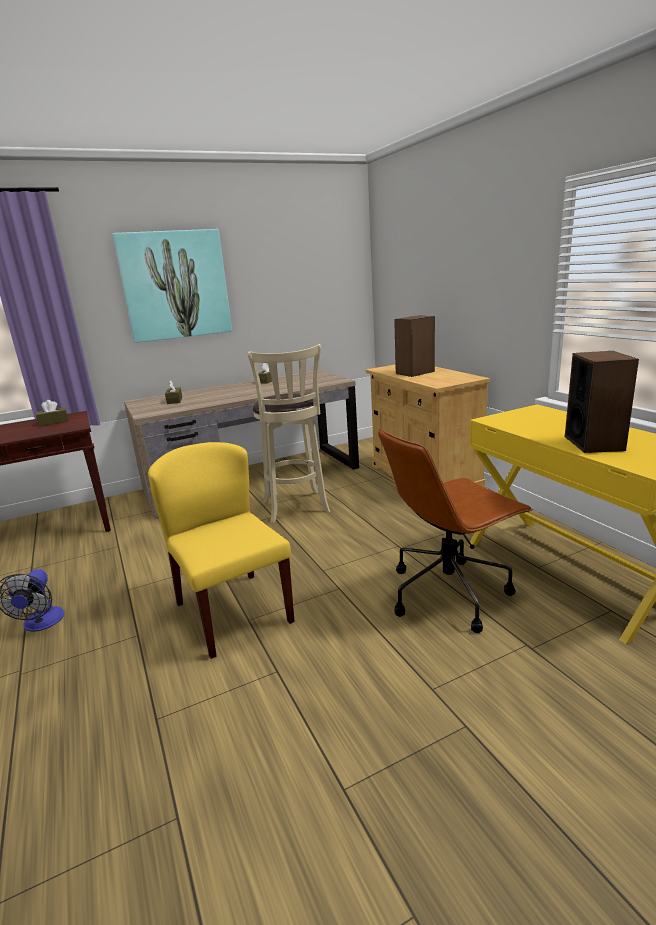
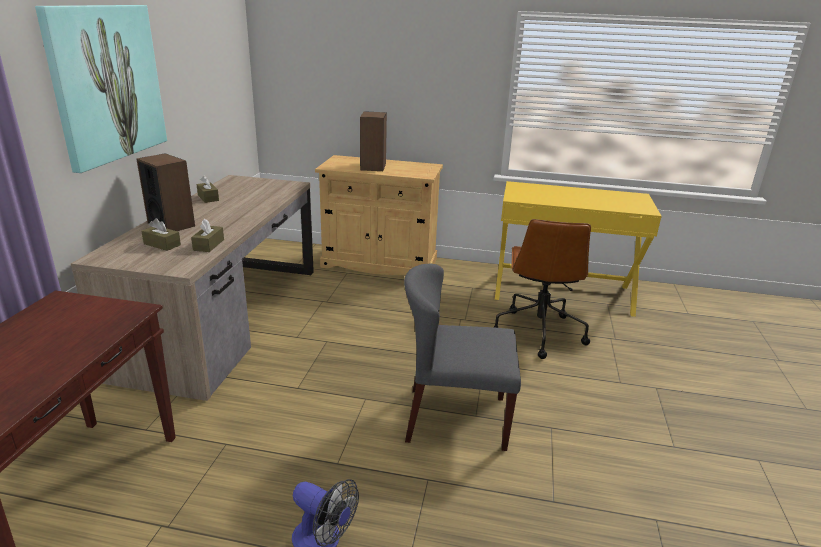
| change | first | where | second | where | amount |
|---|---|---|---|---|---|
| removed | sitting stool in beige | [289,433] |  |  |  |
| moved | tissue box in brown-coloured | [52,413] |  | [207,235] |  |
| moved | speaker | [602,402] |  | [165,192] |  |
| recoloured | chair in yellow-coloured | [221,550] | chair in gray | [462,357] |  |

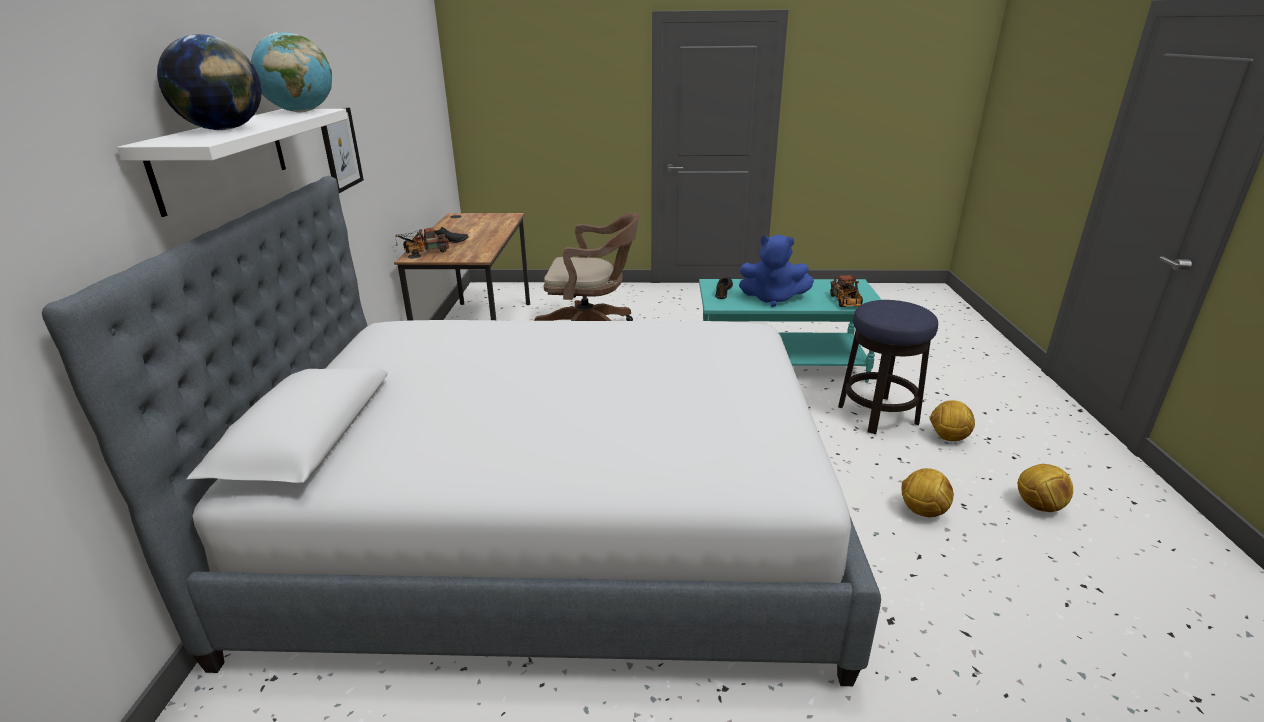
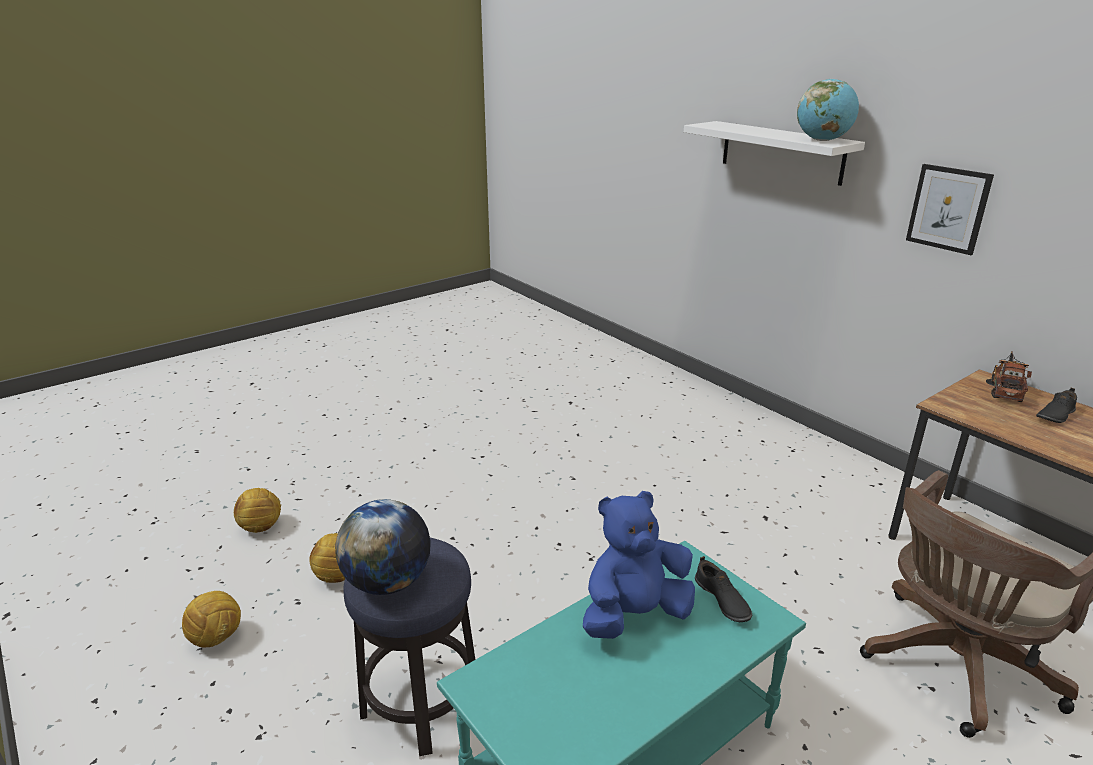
| change | first | where | second | where | amount |
|---|---|---|---|---|---|
| removed | bed | [461,431] |  |  |  |
| removed | toy truck | [846,291] |  |  |  |
| moved | globe | [209,82] |  | [383,547] |  |
| moved | ball for football | [952,420] |  | [257,510] |  |

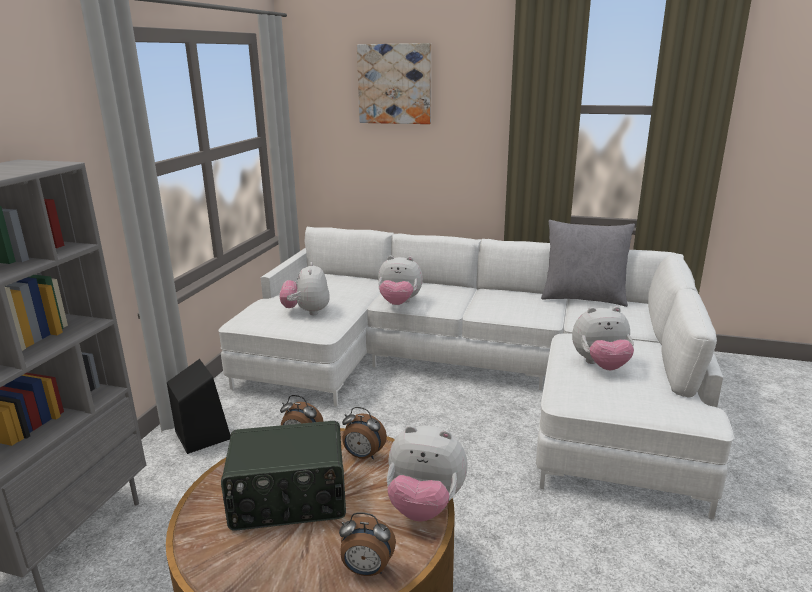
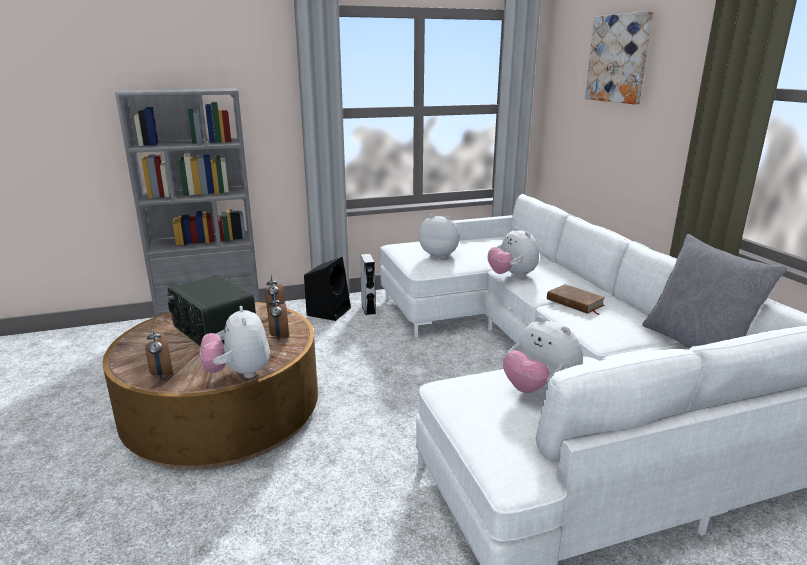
| change | first | where | second | where | amount |
|---|---|---|---|---|---|
| added |  |  | speaker in gray | [368,284] |  |
| added |  |  | bound book in brown-coloured | [576,299] |  |
| turned | cuddly toy | [304,288] |  | [439,236] | 60 degrees clockwise |

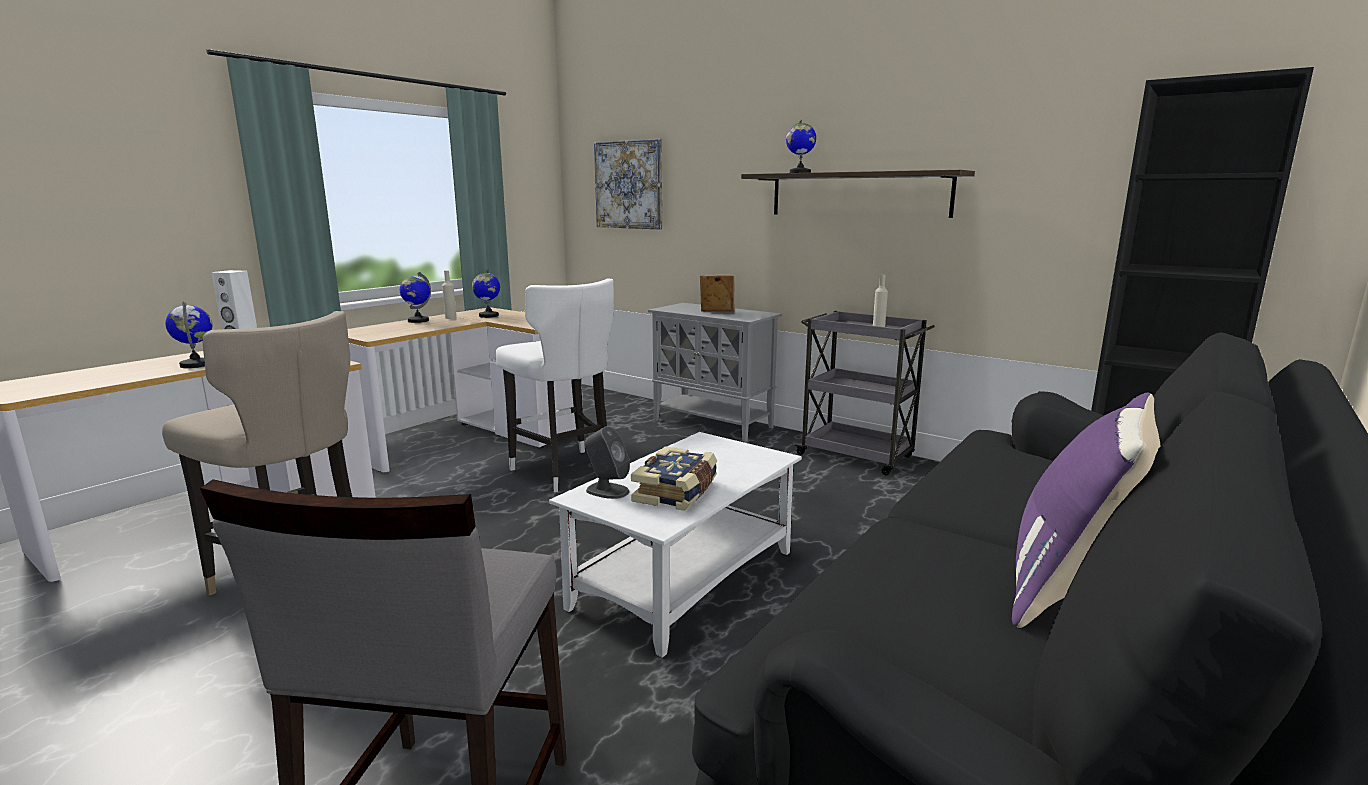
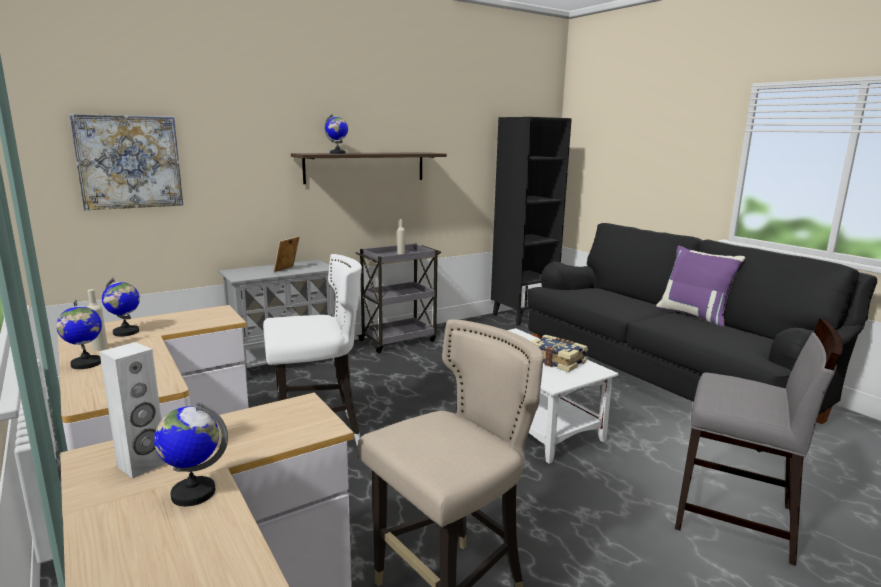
| change | first | where | second | where | amount |
|---|---|---|---|---|---|
| removed | speaker in gray | [607,462] |  |  |  |

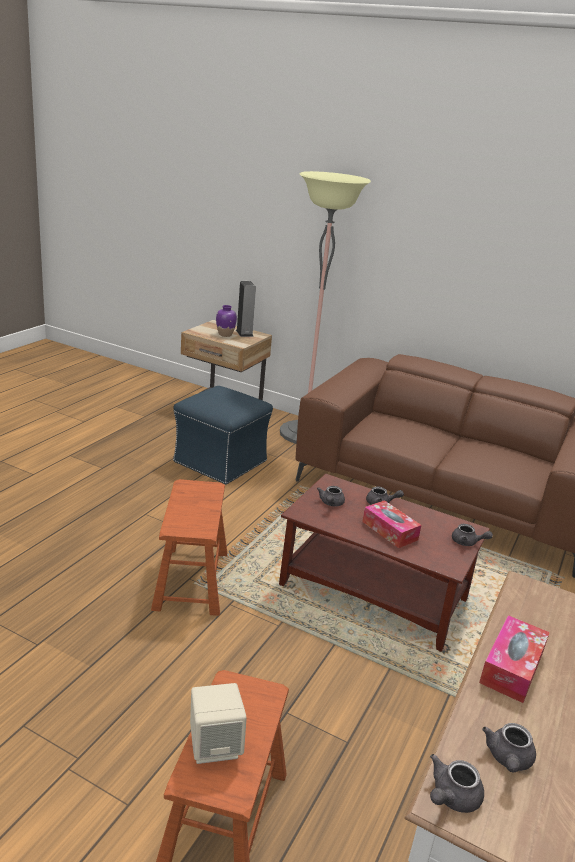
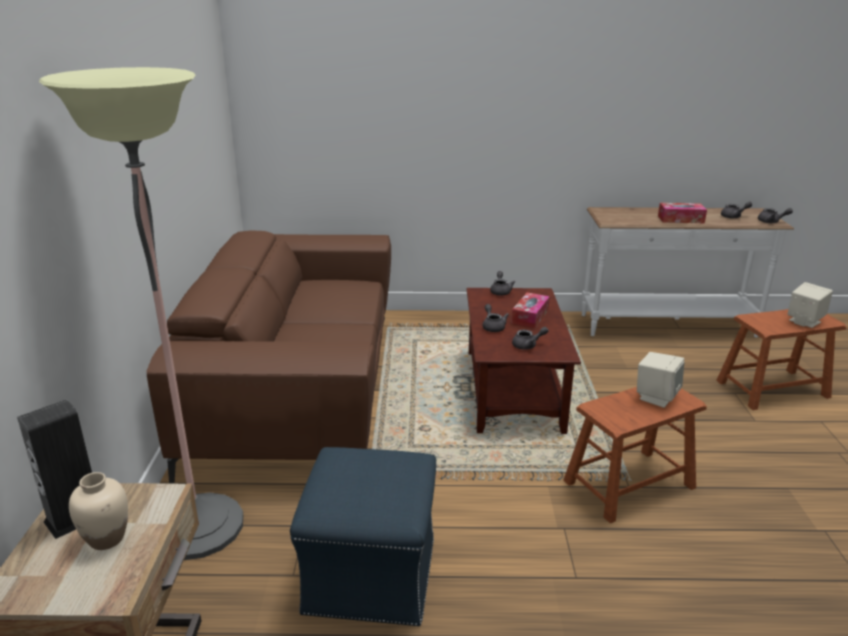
| change | first | where | second | where | amount |
|---|---|---|---|---|---|
| added |  |  | speaker in beige | [660,380] |  |
| recoloured | flower vase in purple-coloured | [226,321] | flower vase in beige | [98,511] |  |

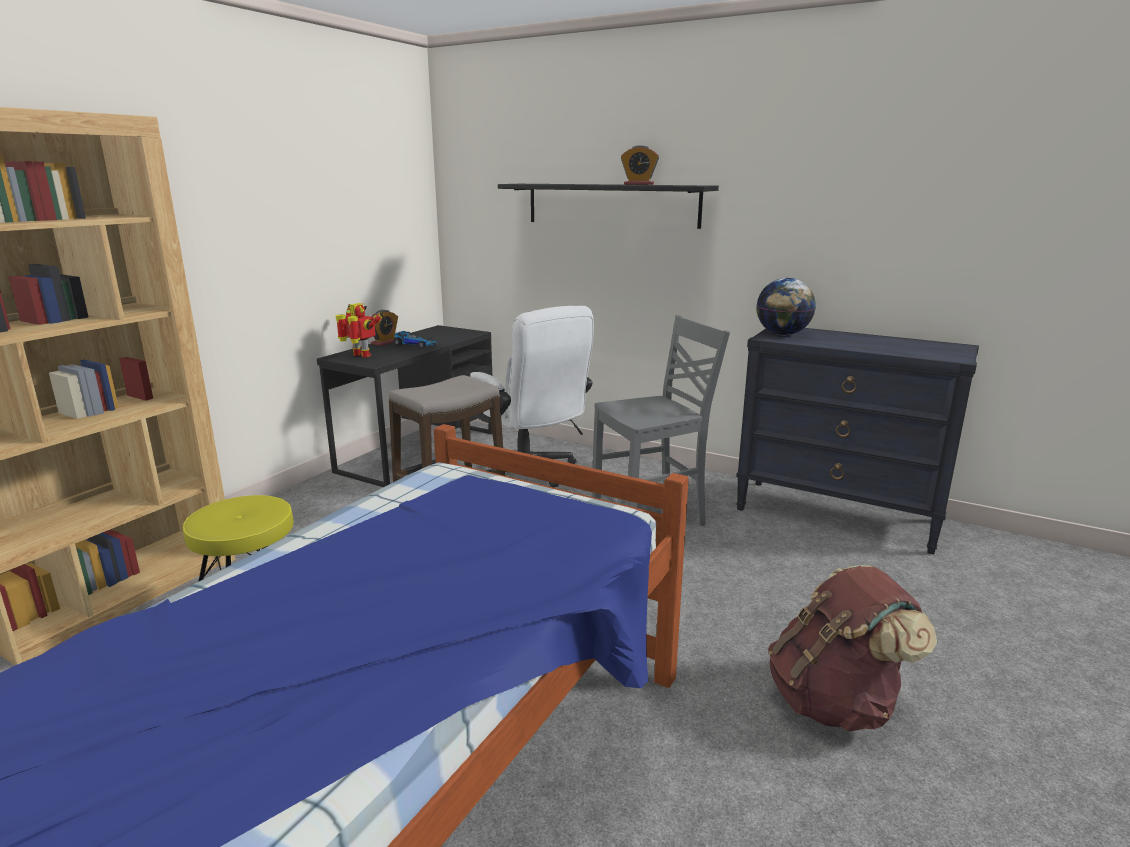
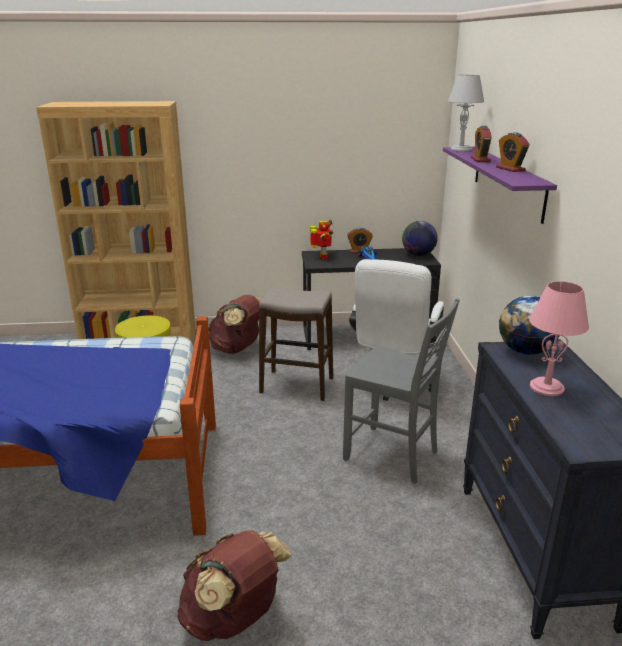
| change | first | where | second | where | amount |
|---|---|---|---|---|---|
| added |  |  | backpack in brown-coloured | [234,324] |  |
| added |  |  | globe | [420,238] |  |
| added |  |  | tabletop lamp in gray | [466,112] |  |
| added |  |  | alarm clock | [481,144] |  |
| added |  |  | tabletop lamp in pink | [559,338] |  |
| recoloured | shelf in black-coloured | [608,206] | shelf in purple-coloured | [500,185] |  |

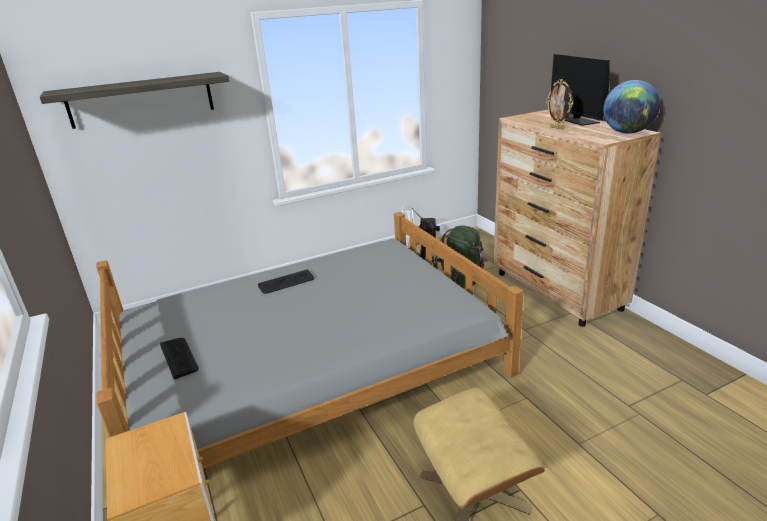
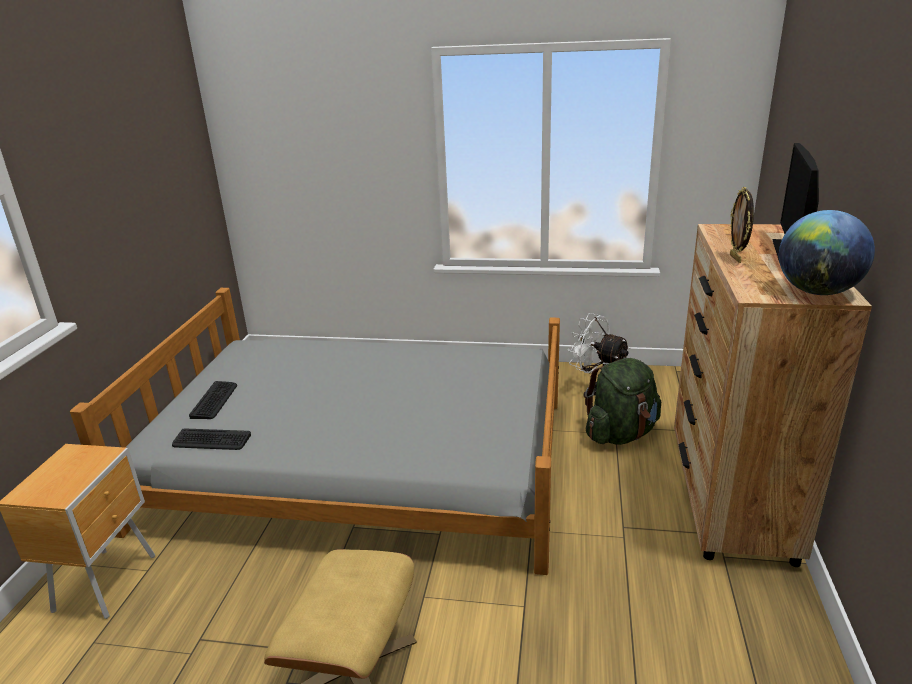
| change | first | where | second | where | amount |
|---|---|---|---|---|---|
| removed | shelf | [134,100] |  |  |  |
| moved | keyboard | [286,281] |  | [211,439] |  |

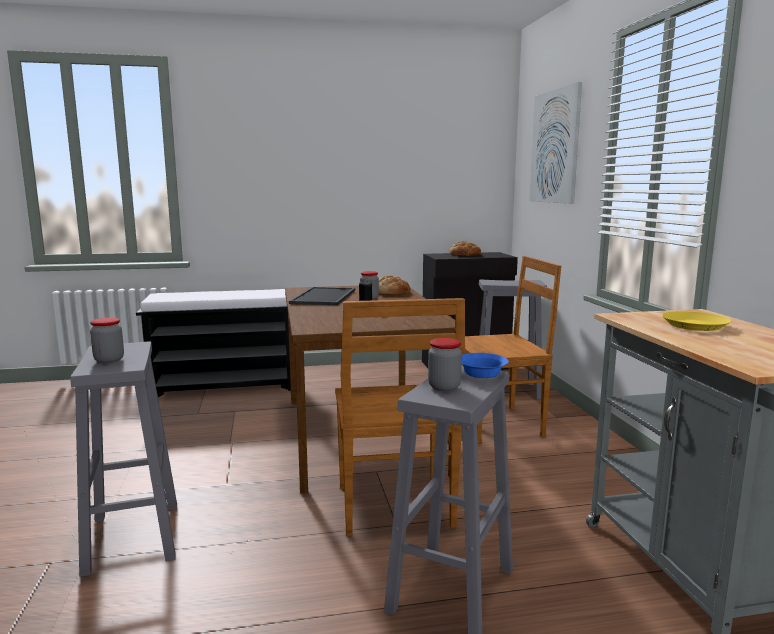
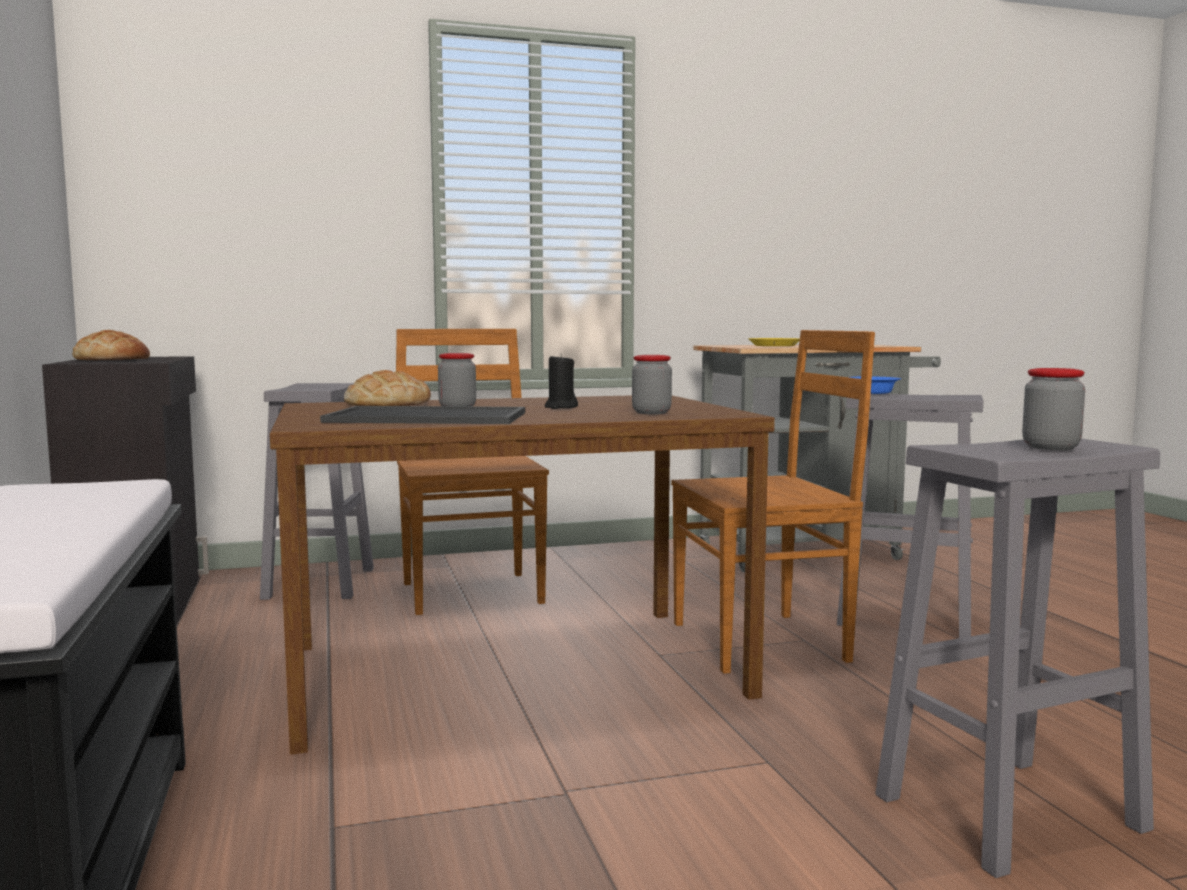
| change | first | where | second | where | amount |
|---|---|---|---|---|---|
| removed | wall picture | [555,143] |  |  |  |
| moved | storage jar | [445,364] |  | [652,384] |  |

